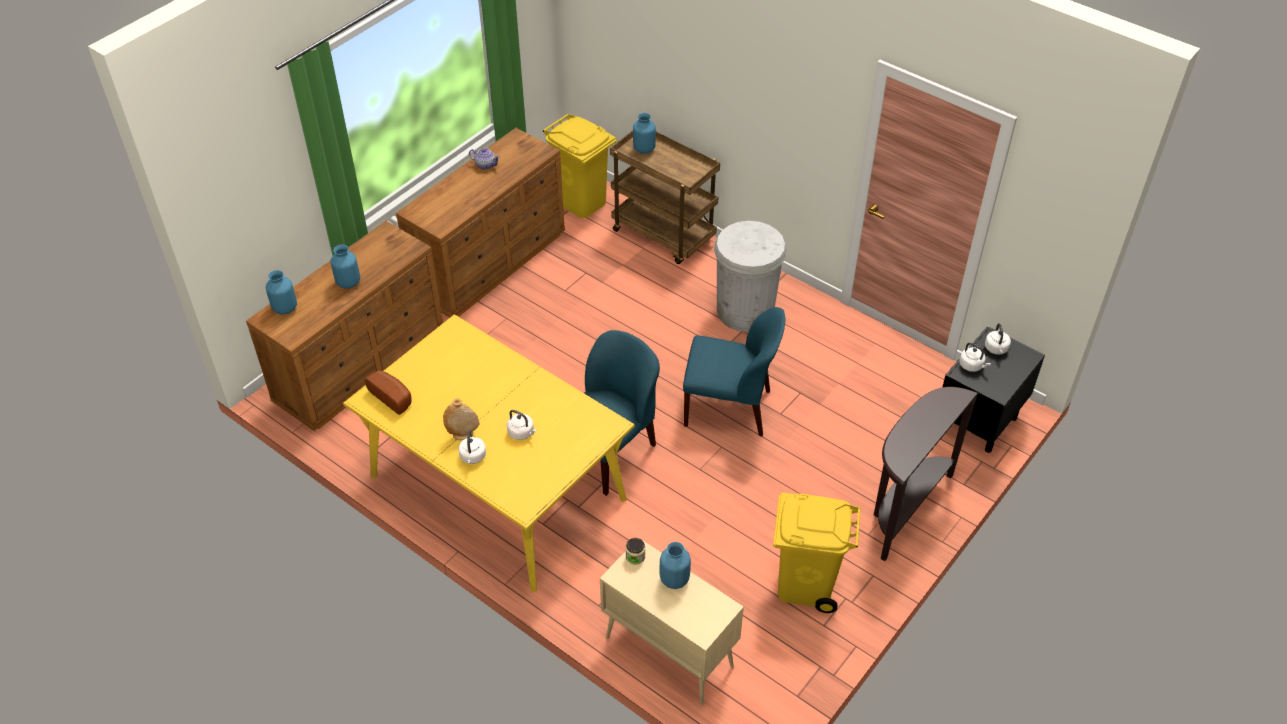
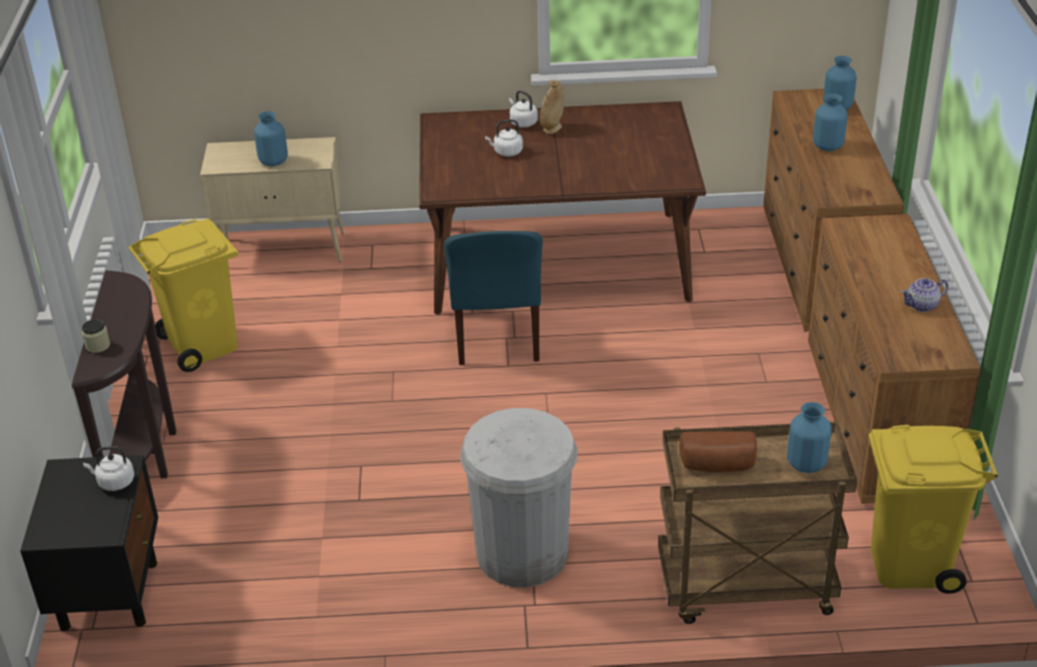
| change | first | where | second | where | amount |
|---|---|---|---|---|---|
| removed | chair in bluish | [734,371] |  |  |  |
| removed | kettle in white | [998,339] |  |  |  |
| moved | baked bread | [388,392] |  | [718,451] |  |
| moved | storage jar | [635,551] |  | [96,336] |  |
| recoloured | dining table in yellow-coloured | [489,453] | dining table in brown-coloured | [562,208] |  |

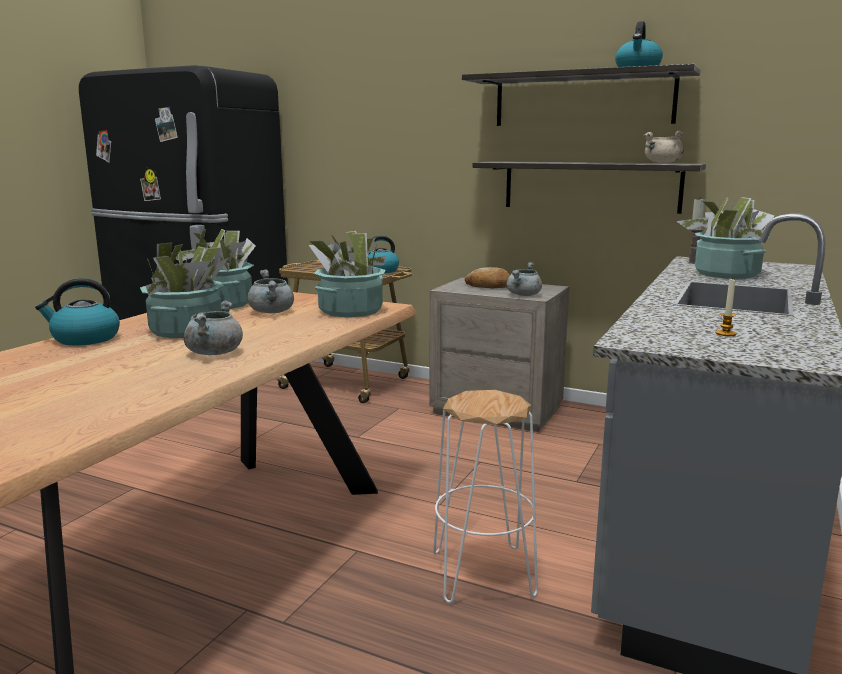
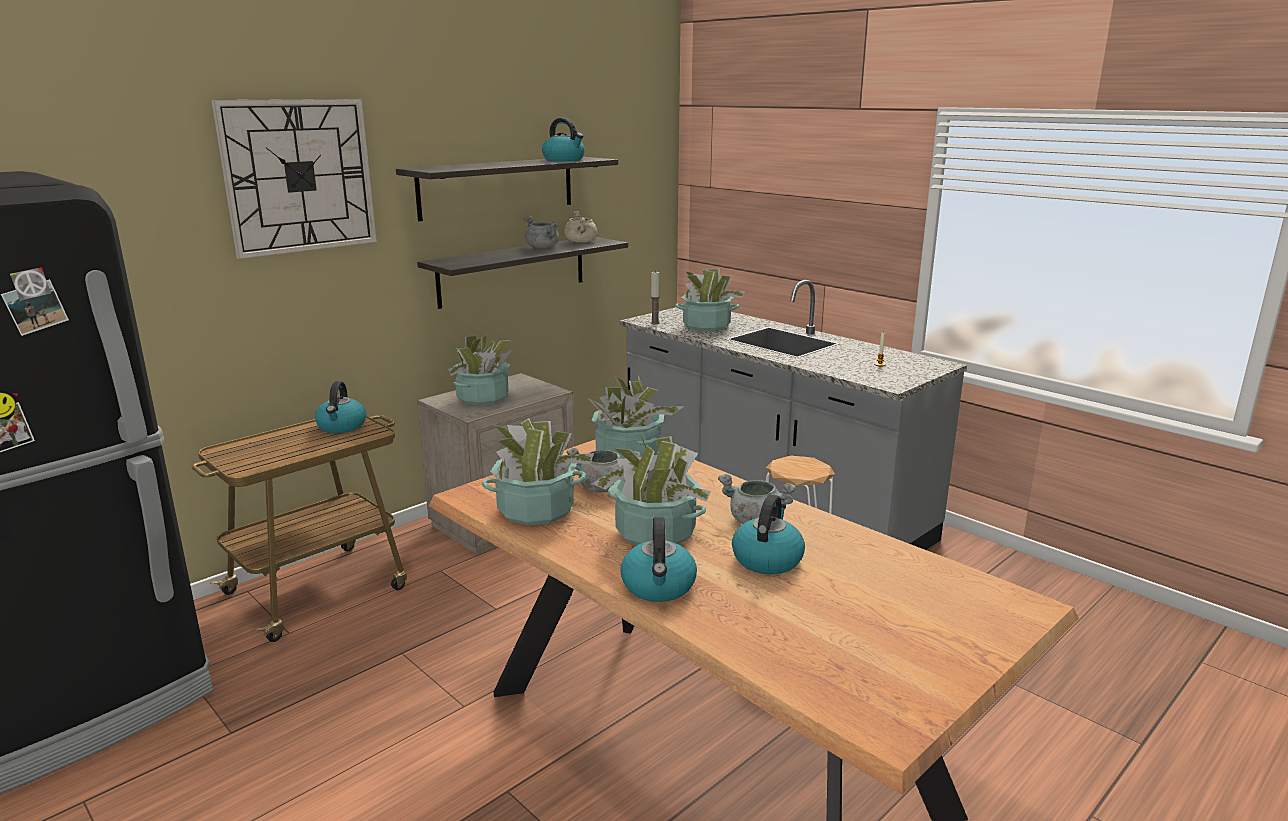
| change | first | where | second | where | amount |
|---|---|---|---|---|---|
| added |  |  | clock on the wall | [294,179] |  |
| added |  |  | kettle | [768,534] |  |
| moved | stockpot in gray | [524,279] |  | [541,232] |  |
| replaced | baked bread | [487,277] | potted plant | [480,369] |  |

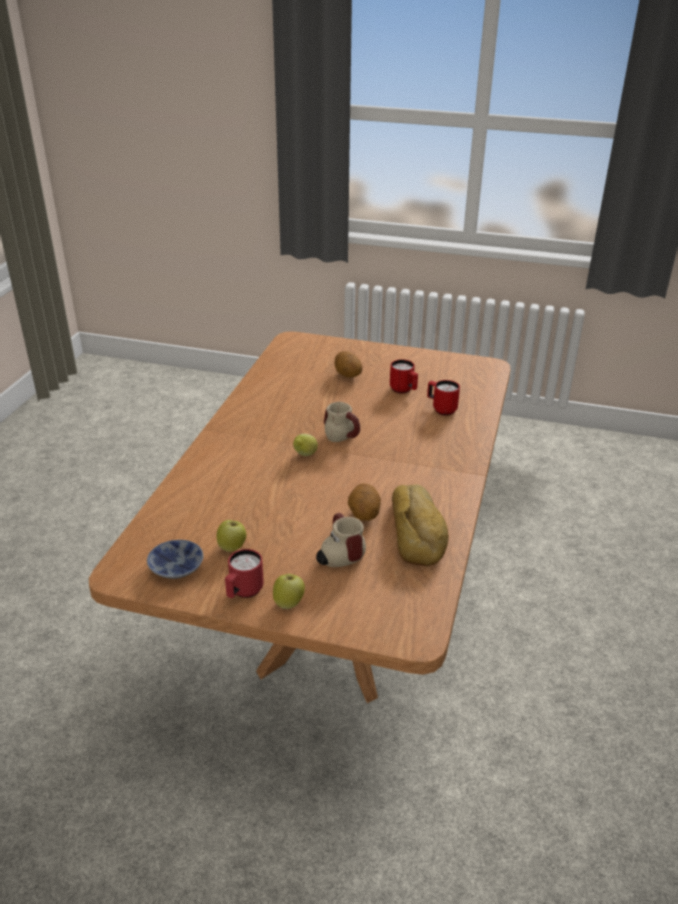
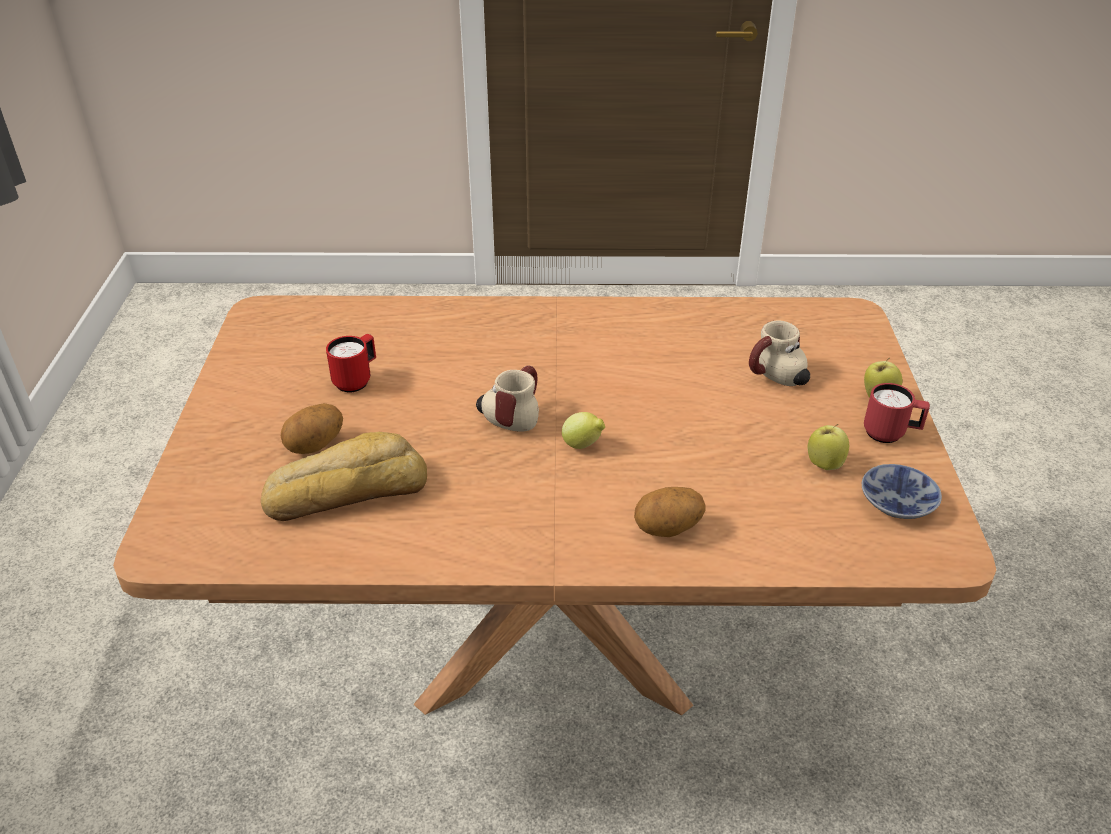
| change | first | where | second | where | amount |
|---|---|---|---|---|---|
| removed | tea mug in reddish | [443,398] |  |  |  |
| moved | potato | [364,502] |  | [670,512] |  |
| moved | baked bread | [420,525] |  | [344,476] |  |

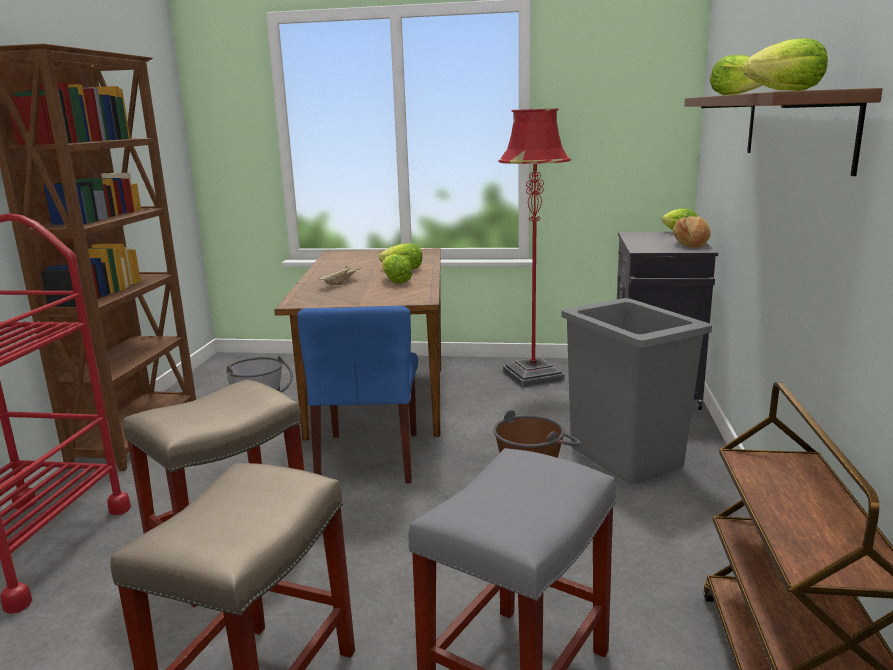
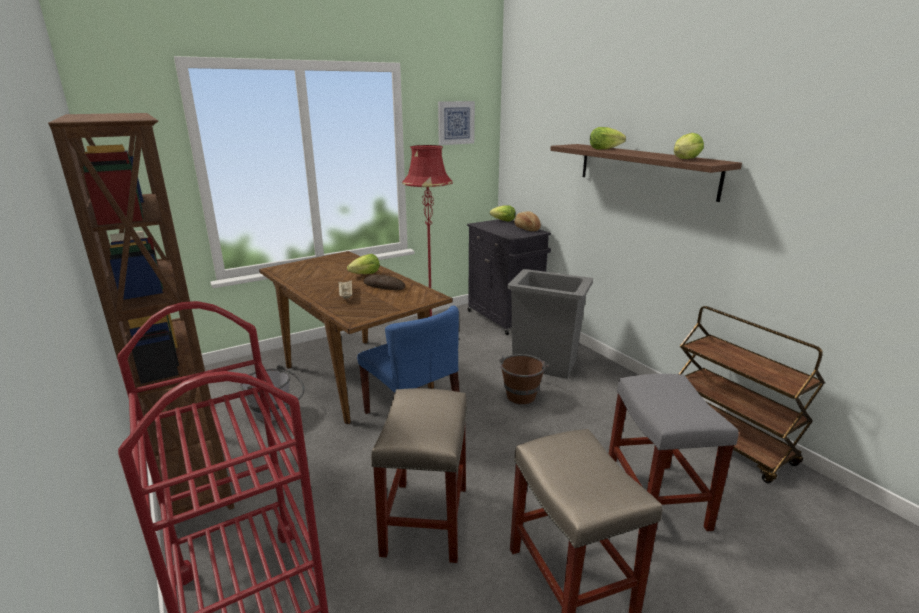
| change | first | where | second | where | amount |
|---|---|---|---|---|---|
| added |  |  | wall picture | [456,123] |  |
| replaced | lettuce | [397,269] | baked bread | [384,282] |  |

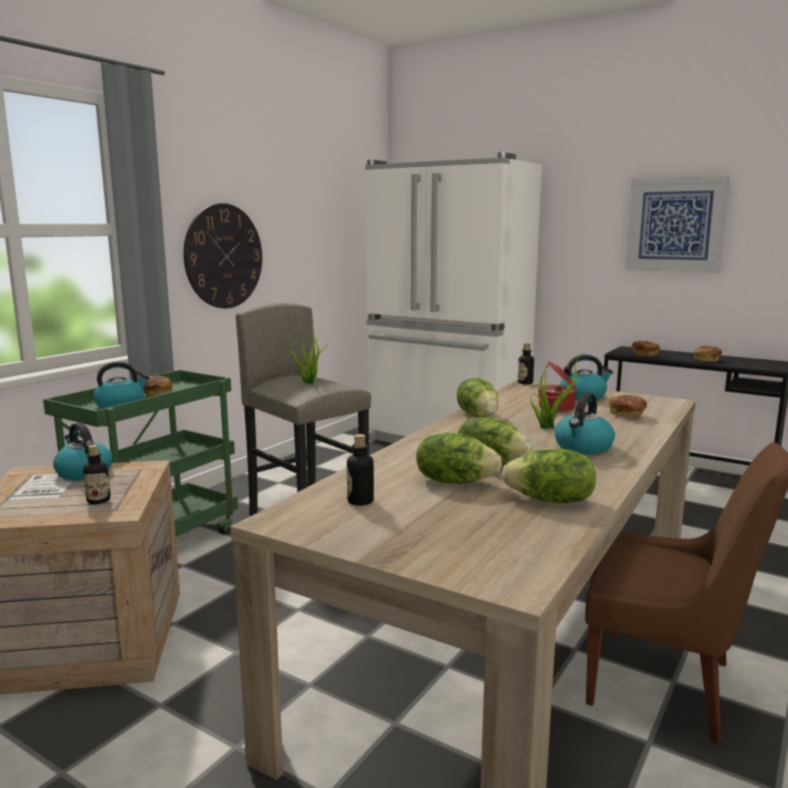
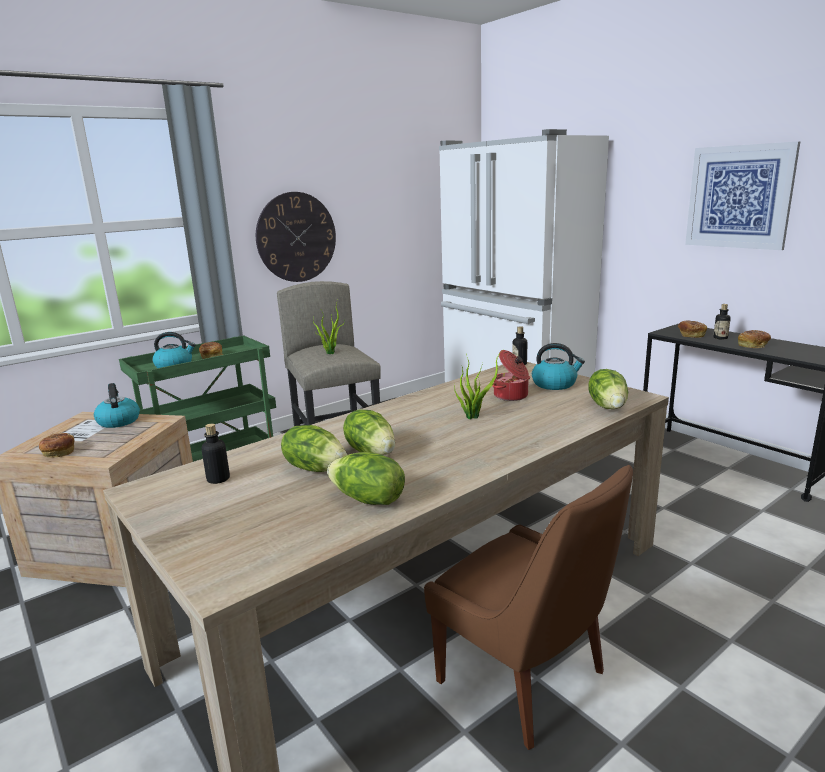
| change | first | where | second | where | amount |
|---|---|---|---|---|---|
| removed | kettle | [584,423] |  |  |  |
| moved | bottle | [97,474] |  | [722,322] |  |
| moved | lettuce | [478,397] |  | [608,389] |  |
| moved | baked bread | [628,406] |  | [57,445] |  |

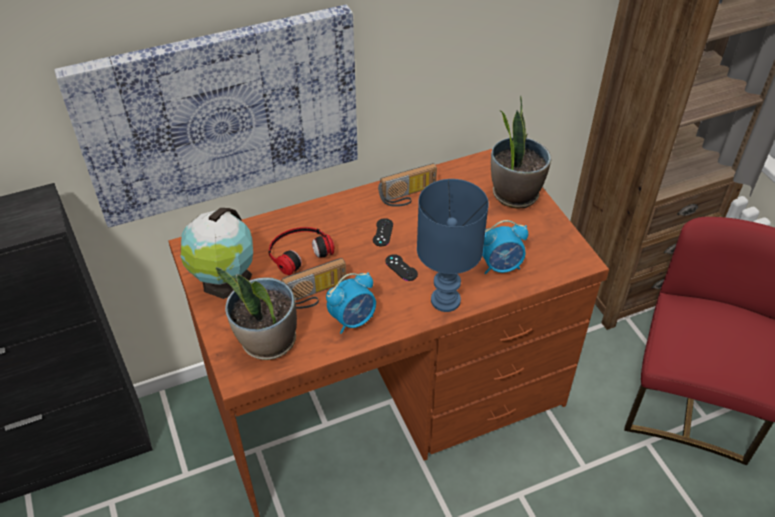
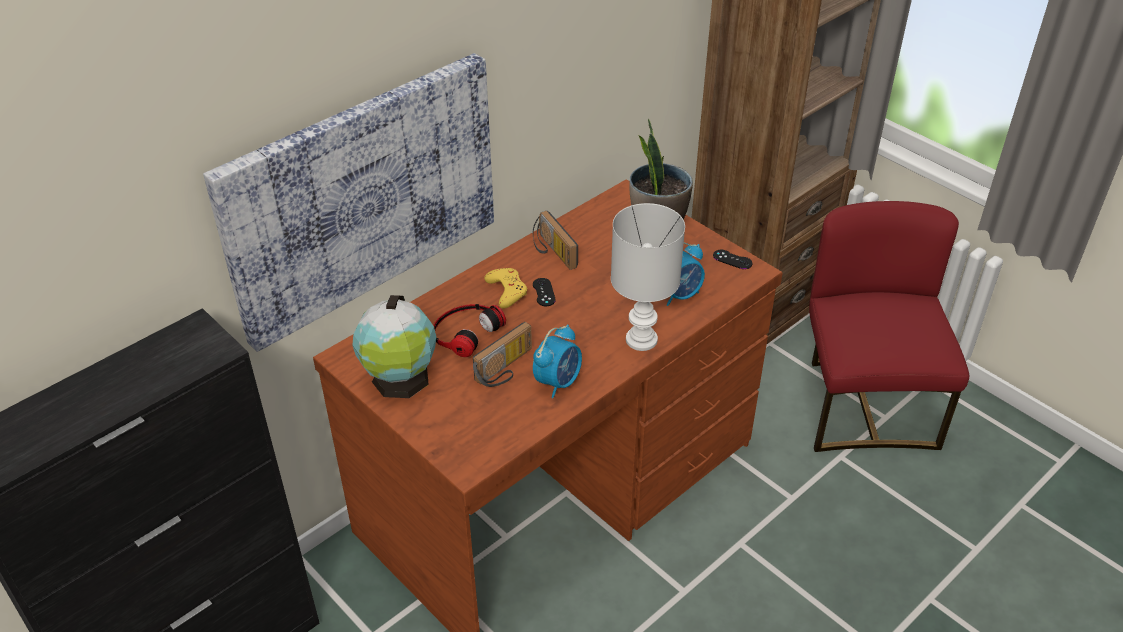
| change | first | where | second | where | amount |
|---|---|---|---|---|---|
| removed | potted plant | [256,313] |  |  |  |
| added |  |  | gamepad in yellow-coloured | [505,288] |  |
| moved | gamepad in black-coloured | [401,267] |  | [732,259] |  |
| recoloured | tabletop lamp in bluish | [453,245] | tabletop lamp in white | [648,277] |  |
| turned | radio receiver | [407,185] |  | [555,240] | 105 degrees clockwise |

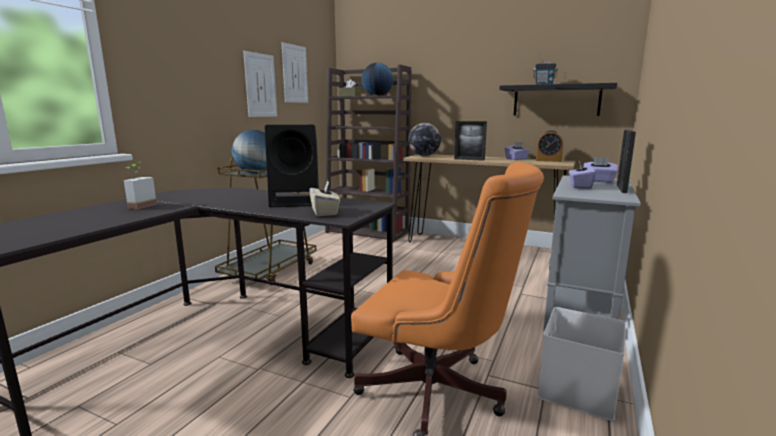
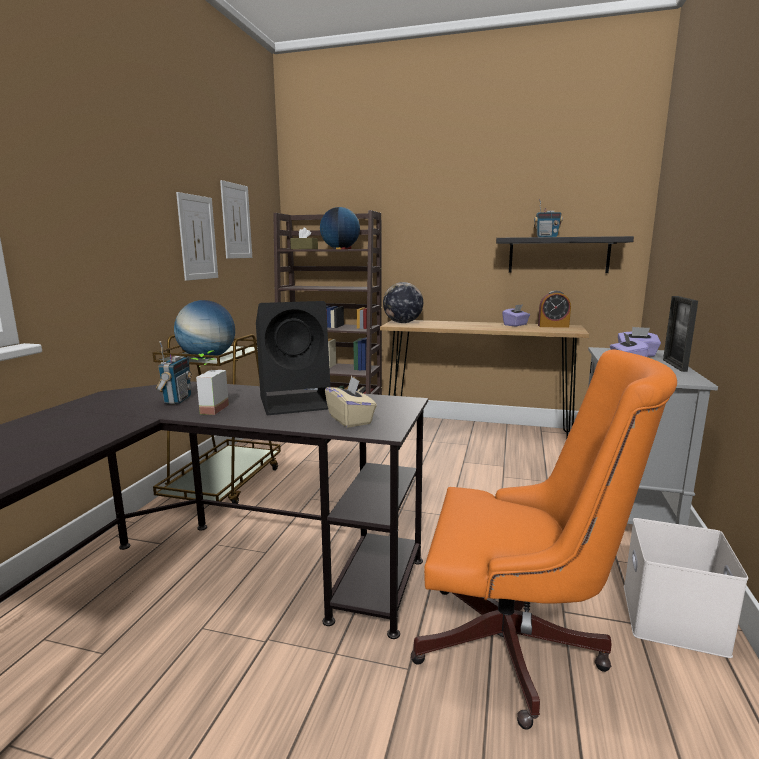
| change | first | where | second | where | amount |
|---|---|---|---|---|---|
| removed | standing frame | [470,141] |  |  |  |
| added |  |  | radio receiver | [174,372] |  |
| moved | potted plant | [140,185] |  | [210,383] |  |

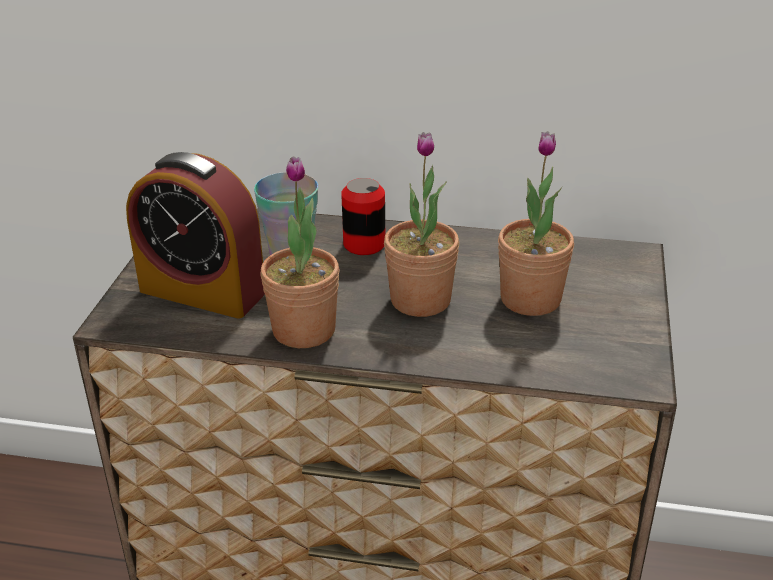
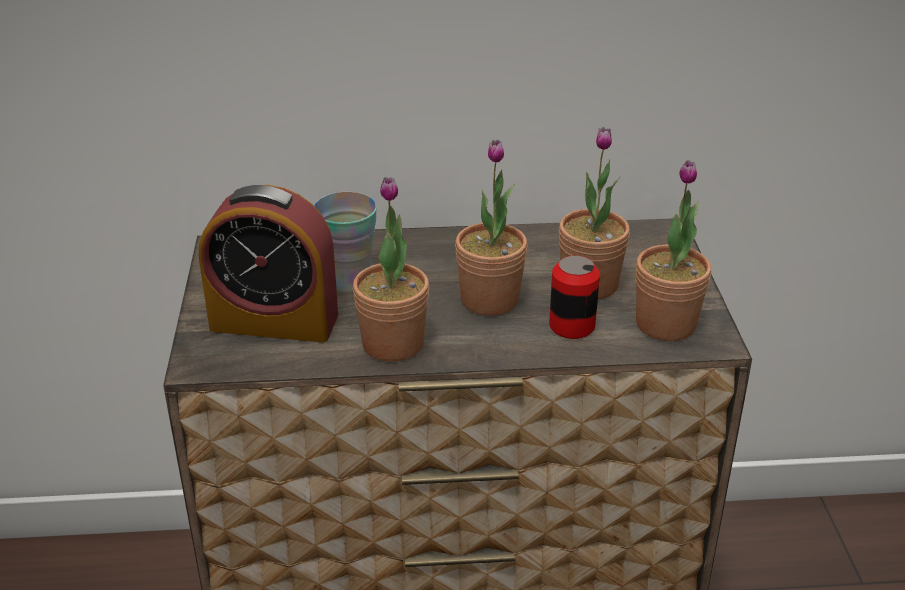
| change | first | where | second | where | amount |
|---|---|---|---|---|---|
| added |  |  | potted plant | [673,250] |  |
| moved | sealed can | [363,216] |  | [574,297] |  |

